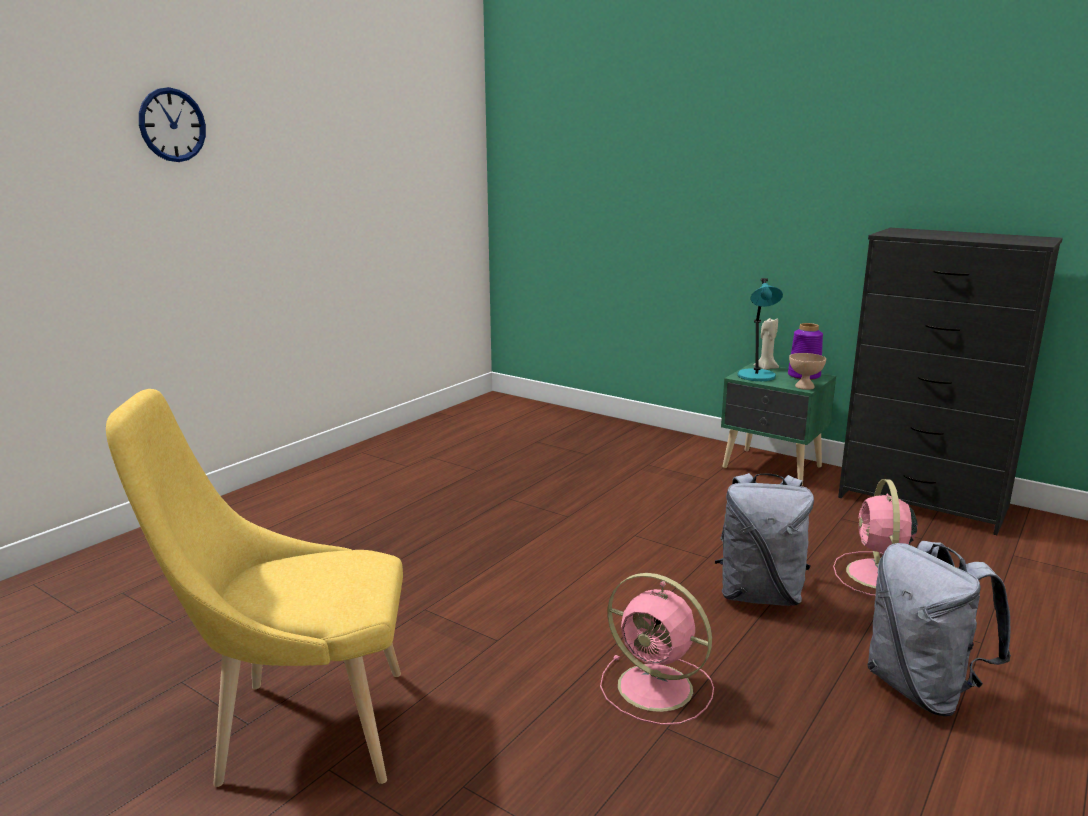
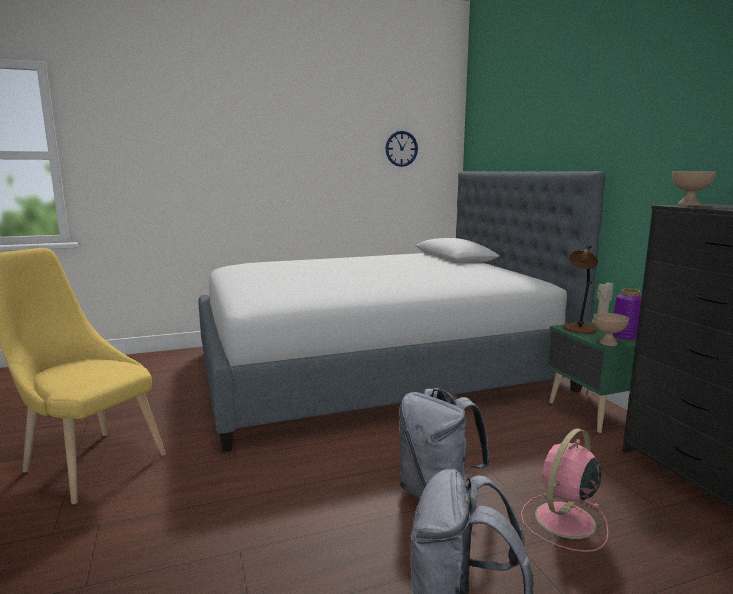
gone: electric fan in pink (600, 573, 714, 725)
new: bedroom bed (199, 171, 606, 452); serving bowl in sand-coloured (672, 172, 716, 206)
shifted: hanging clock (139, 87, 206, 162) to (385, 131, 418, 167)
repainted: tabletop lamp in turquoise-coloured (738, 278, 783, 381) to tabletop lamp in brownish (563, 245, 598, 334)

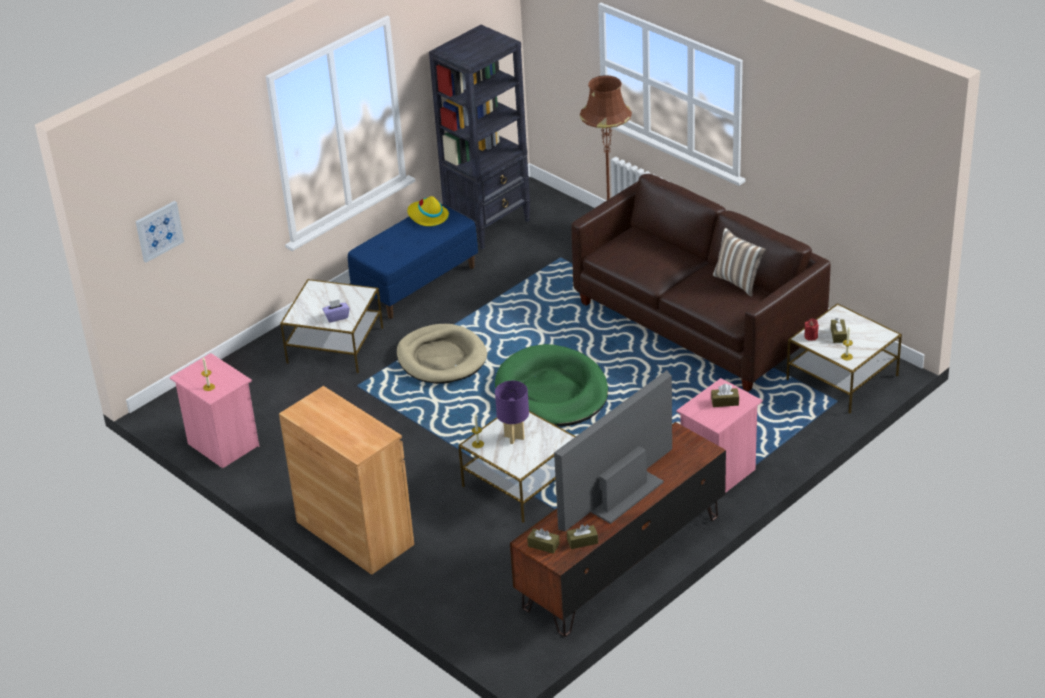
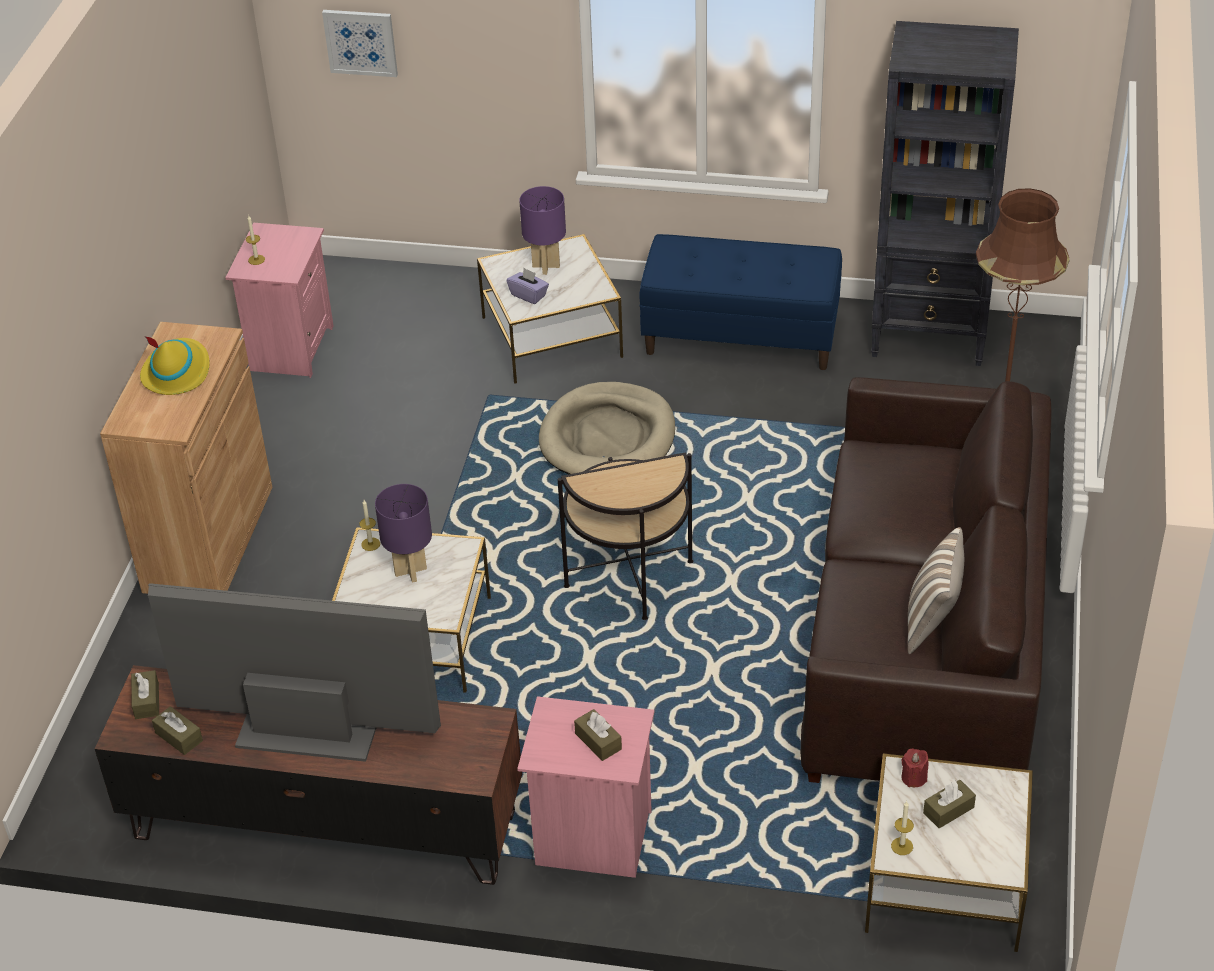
new: tabletop lamp in purple-coloured (519, 186, 566, 275)
shifted: hat in yellow-coloured (407, 196, 449, 226) to (140, 336, 210, 395)
swapped: dog bed in green (495, 344, 608, 426) to end table (558, 452, 693, 620)

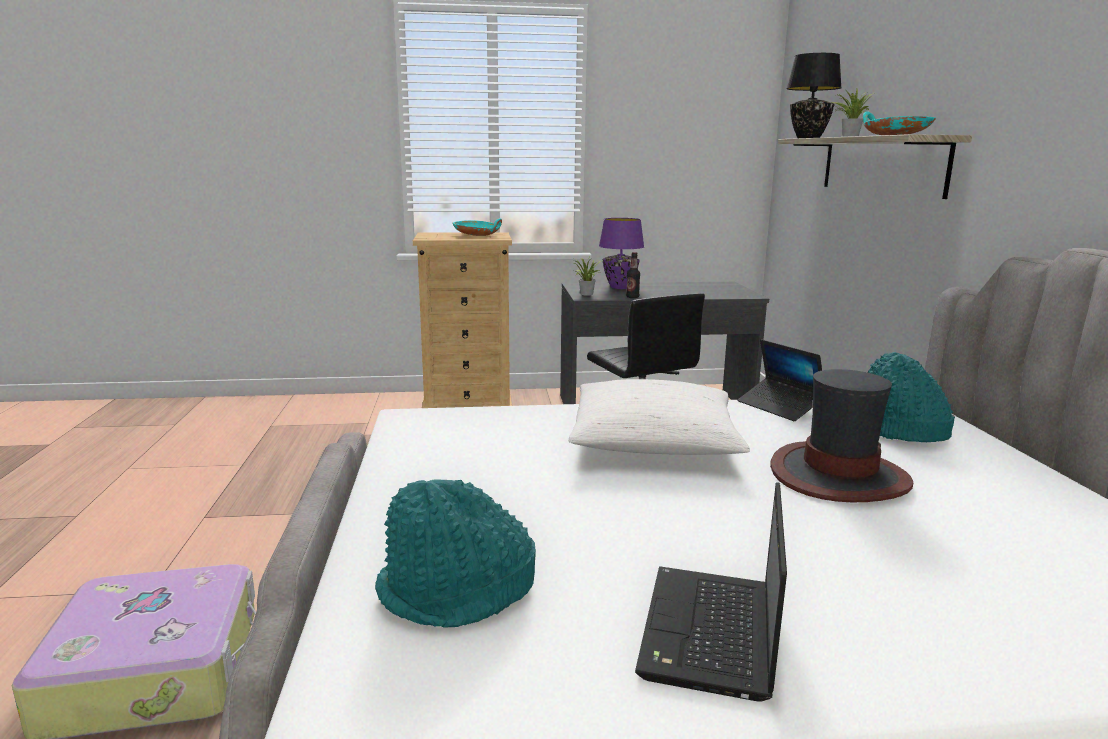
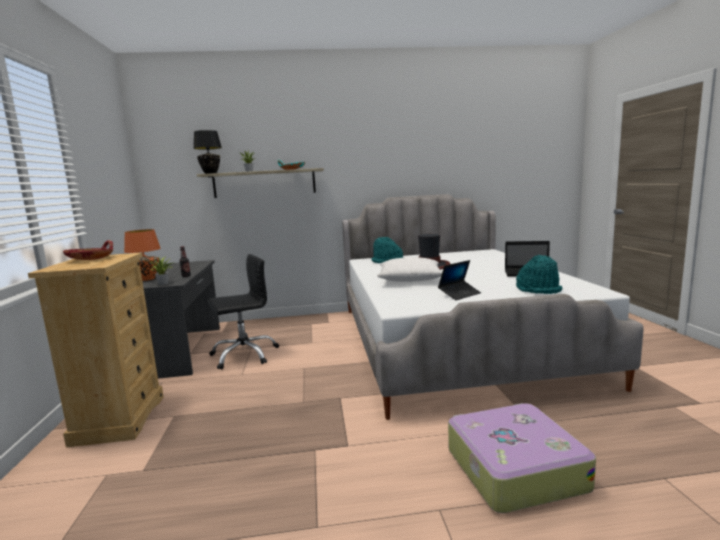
shifted: laptop (737, 339, 822, 421) to (438, 260, 481, 300)
repainted: serving bowl in turquoise-coloured (452, 218, 502, 236) to serving bowl in red-coloured (63, 240, 113, 260); tabletop lamp in purple-coloured (599, 218, 644, 289) to tabletop lamp in orange (124, 229, 161, 281)

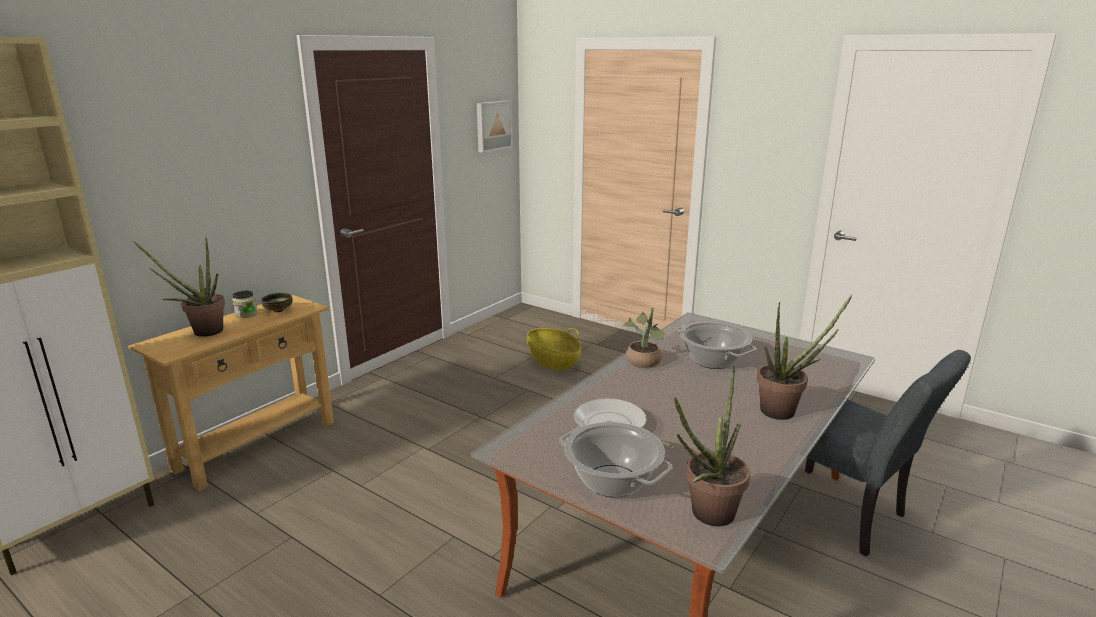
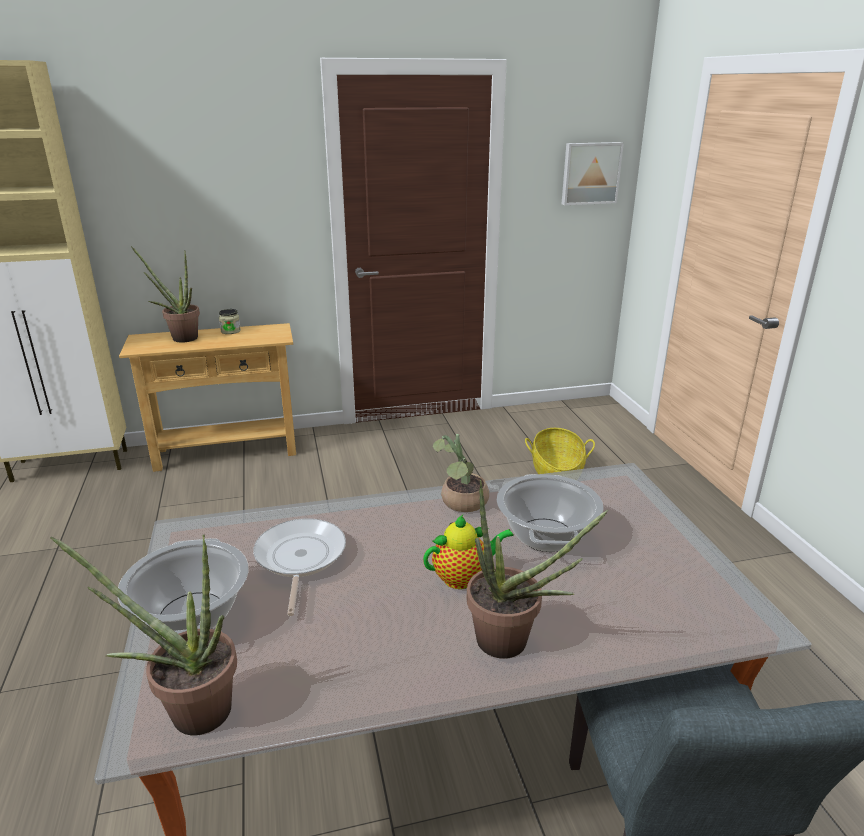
gone: serving bowl (261, 292, 293, 312)
new: pot for tea (423, 515, 514, 589)

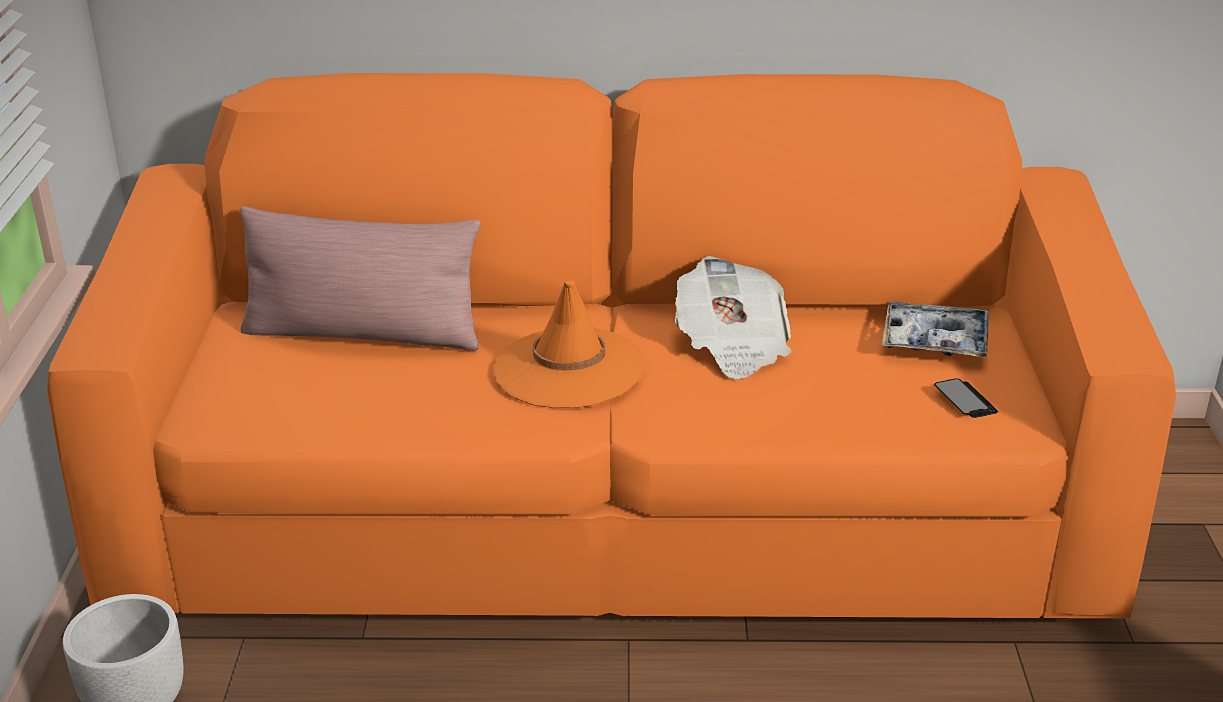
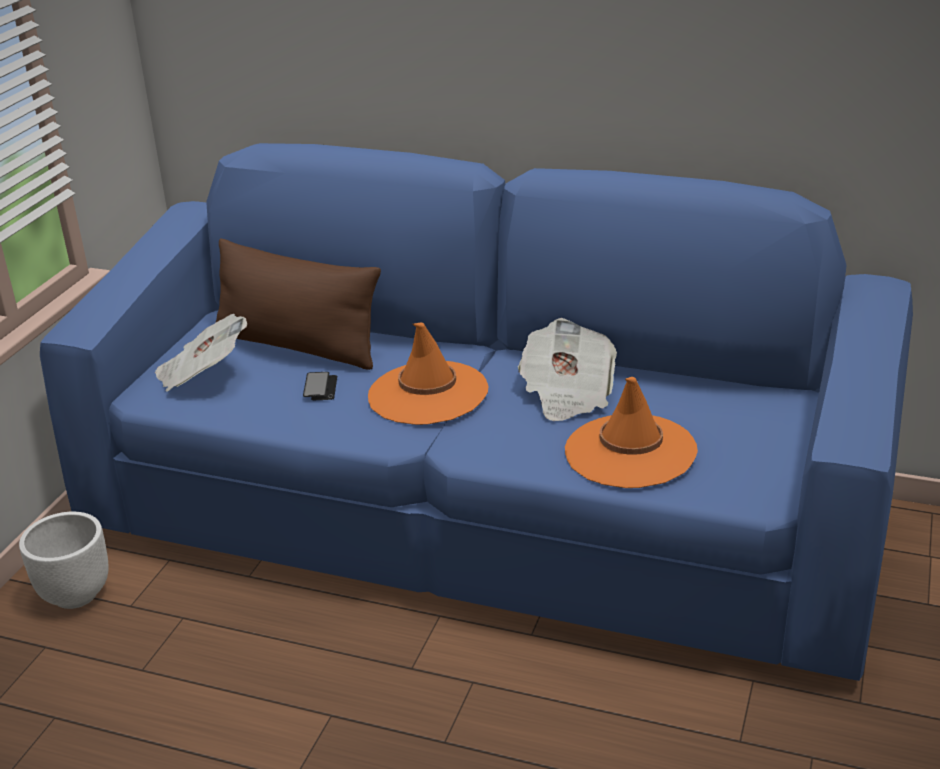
gone: serving tray (882, 302, 989, 358)
new: newspaper (155, 314, 247, 391); hat in orange (565, 377, 698, 488)
shifted: handset (934, 378, 998, 418) to (303, 372, 337, 400)
repainted: sofa in orange (47, 73, 1176, 618) to sofa in blue (40, 143, 913, 681); pillow in pink (240, 206, 480, 351) to pillow in brownish (215, 238, 381, 370)

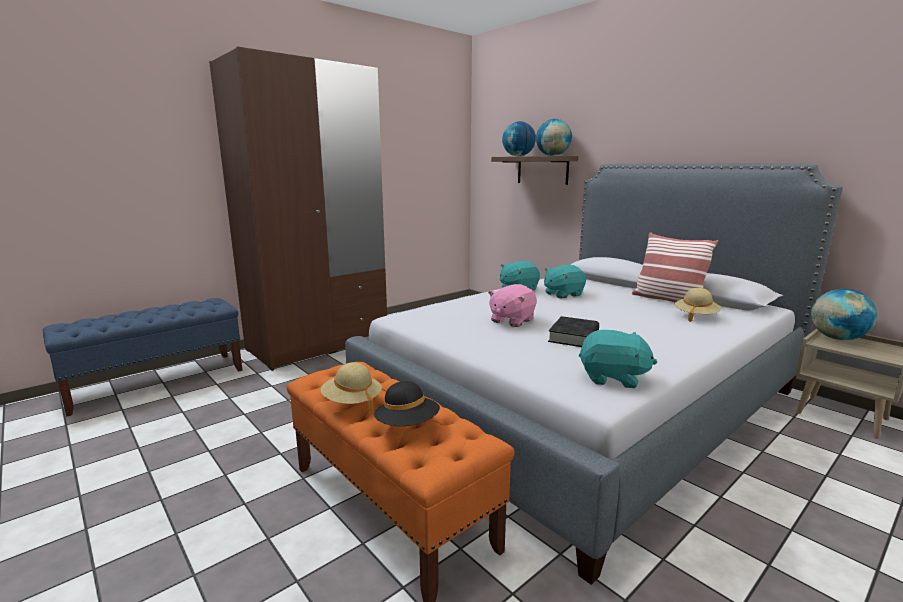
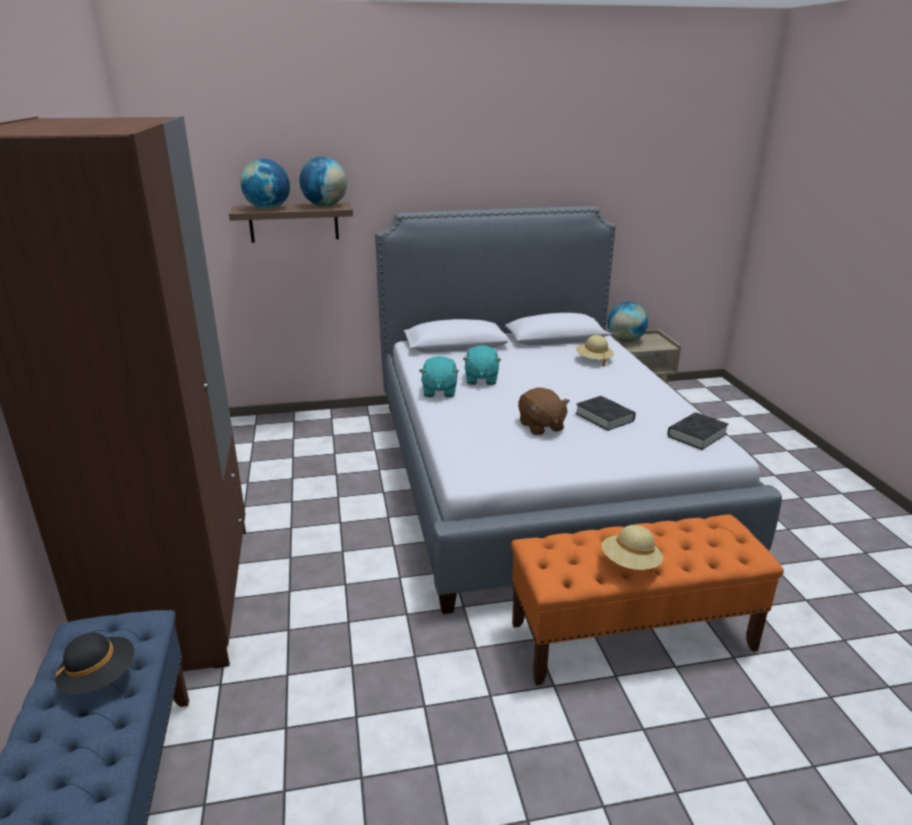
gone: pillow (632, 232, 718, 302)
shifted: hat in black-coloured (374, 381, 440, 426) to (55, 633, 134, 695)
swapped: soft toy in turquoise-coloured (579, 330, 657, 388) to volume in black-coloured (667, 412, 729, 450)
repainted: soft toy in pink (488, 284, 537, 327) to soft toy in brownish (518, 388, 570, 435)

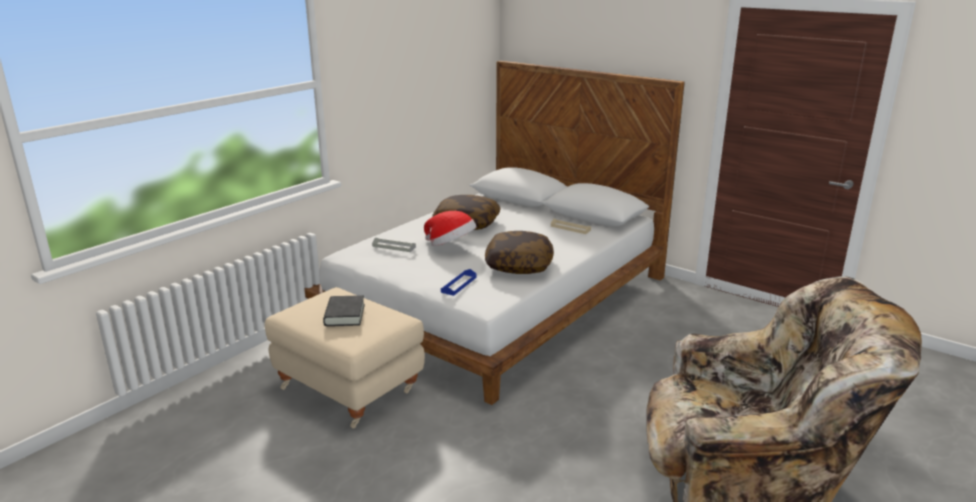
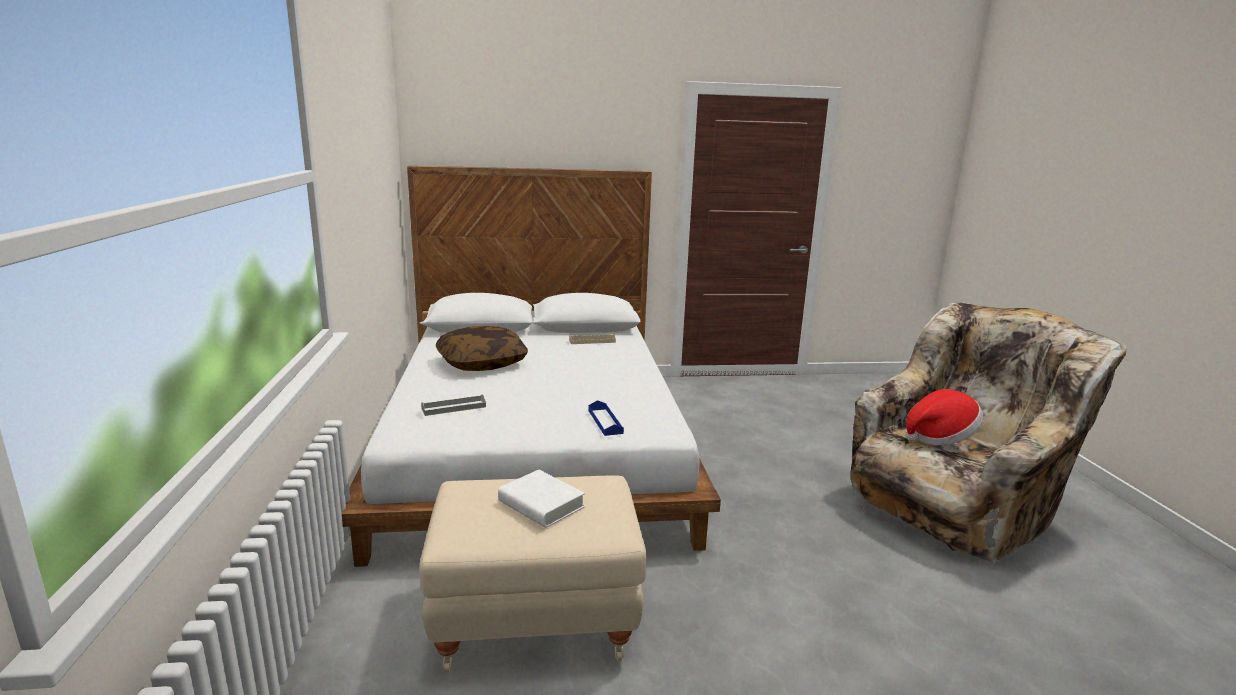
gone: pillow (485, 231, 554, 274)
shifted: hat (424, 211, 476, 246) to (906, 389, 983, 445)
repainted: volume in black-coloured (323, 295, 365, 326) to volume in white-coloured (498, 470, 585, 528)

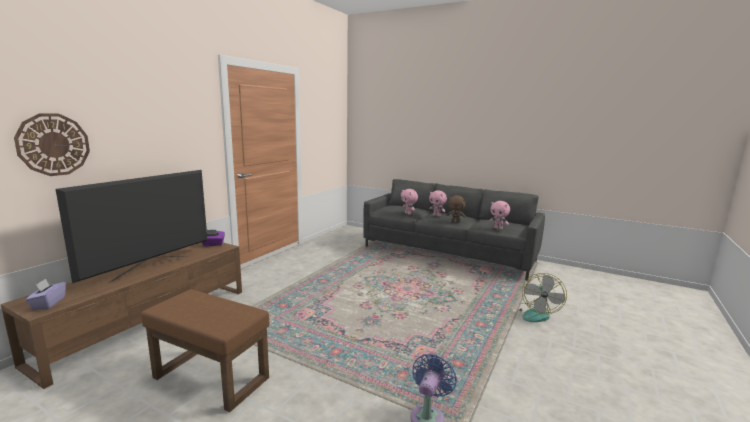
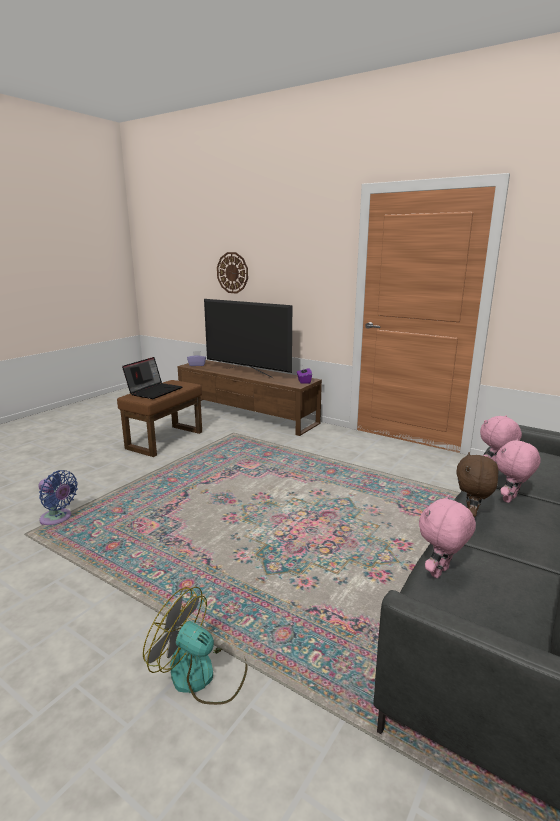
new: laptop (122, 357, 182, 399)

